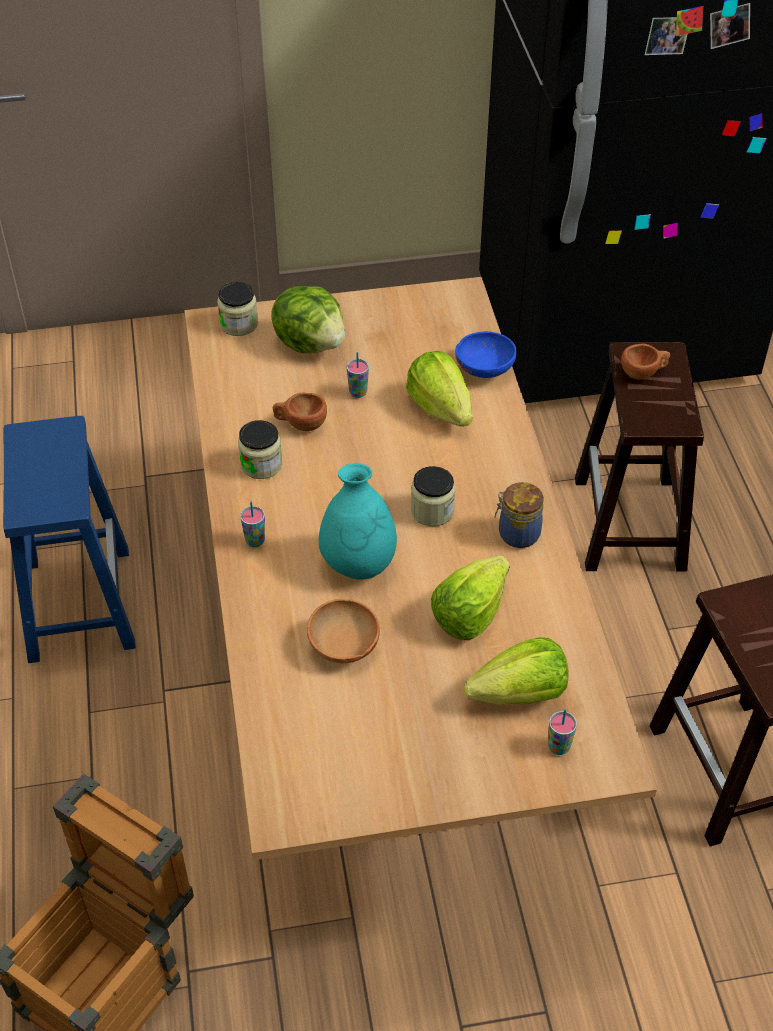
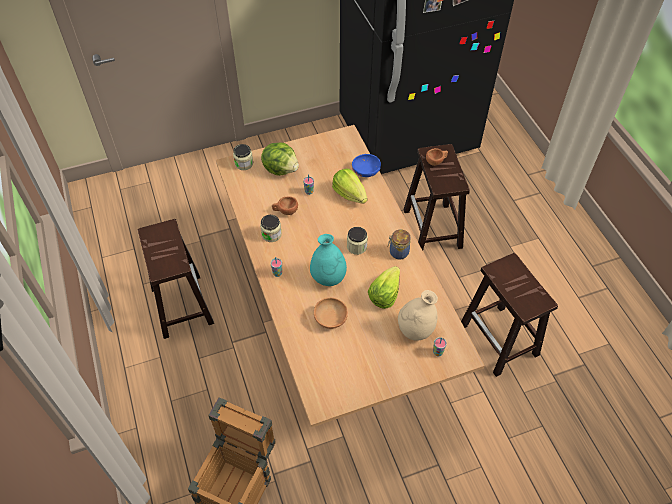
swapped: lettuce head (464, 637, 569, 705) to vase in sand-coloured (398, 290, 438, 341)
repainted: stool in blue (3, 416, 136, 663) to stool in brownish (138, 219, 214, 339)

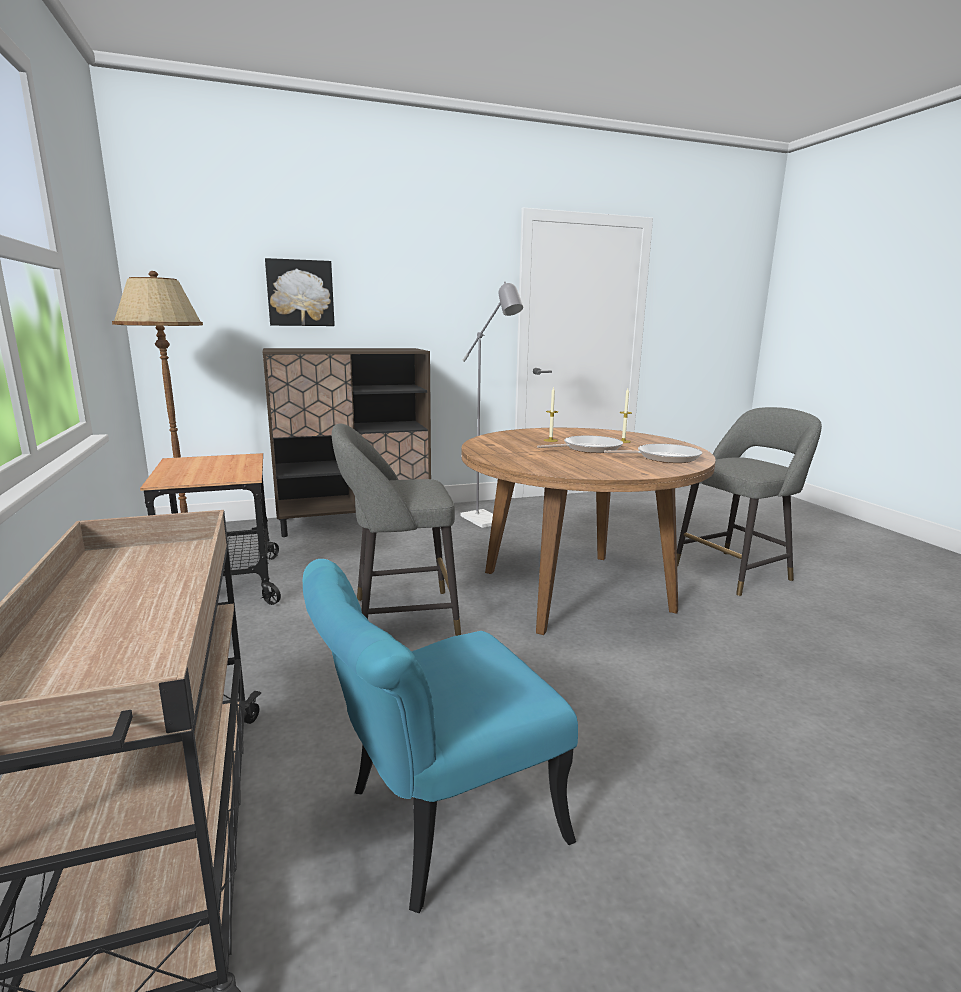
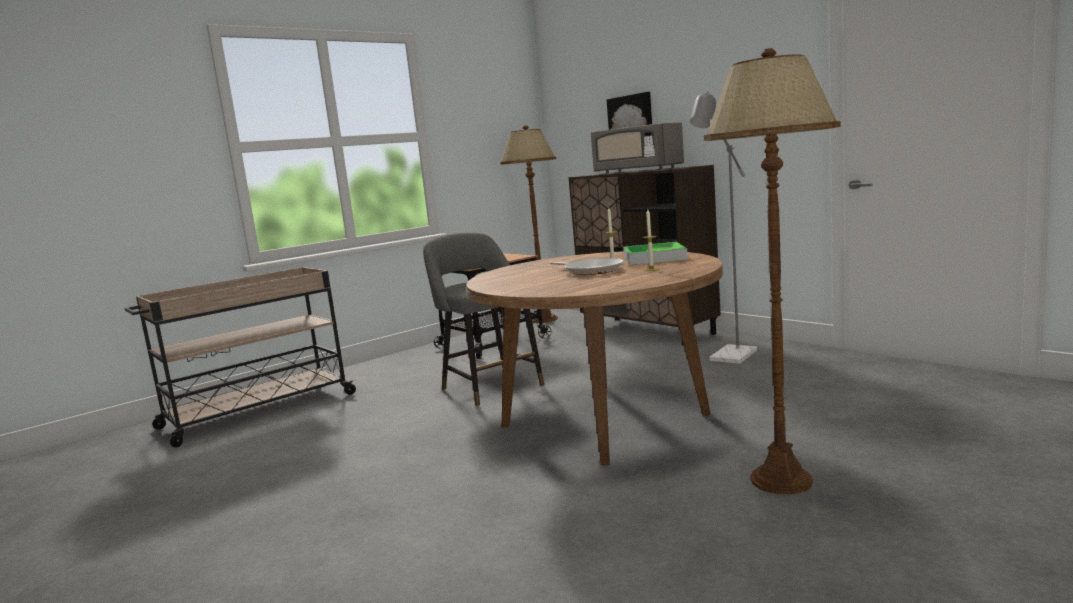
gone: upright chair in turquoise-coloured (303, 559, 578, 913); skillet (604, 444, 702, 463)
new: kitchen microwave in grey (591, 122, 684, 174); serving tray (623, 242, 688, 265)
swapped: stool in grey (677, 407, 822, 596) to standing lamp in brownish (704, 48, 841, 494)

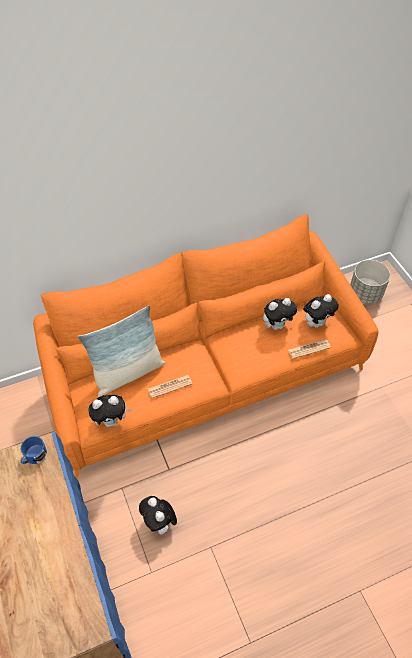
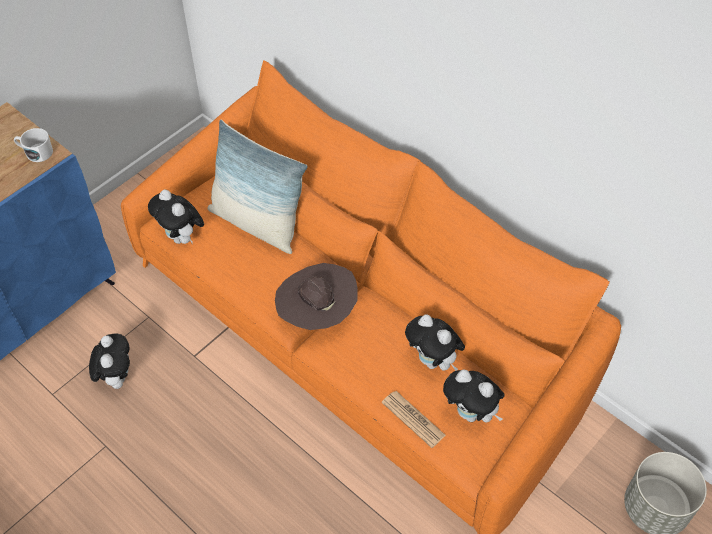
gone: newspaper (148, 375, 192, 398)
new: hat in brownish (275, 263, 358, 330)
repainted: tea mug in blue (21, 436, 47, 464) to tea mug in white-coloured (14, 128, 53, 162)
rotated: soft toy (139, 496, 177, 538) = (89, 333, 130, 389) 135 degrees clockwise

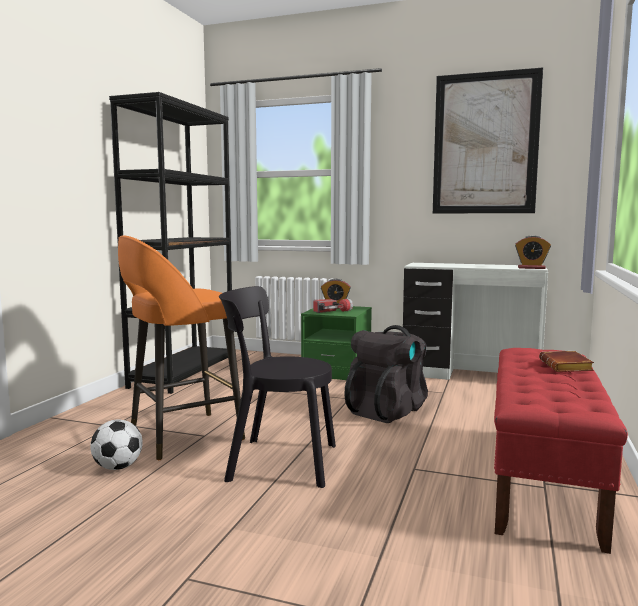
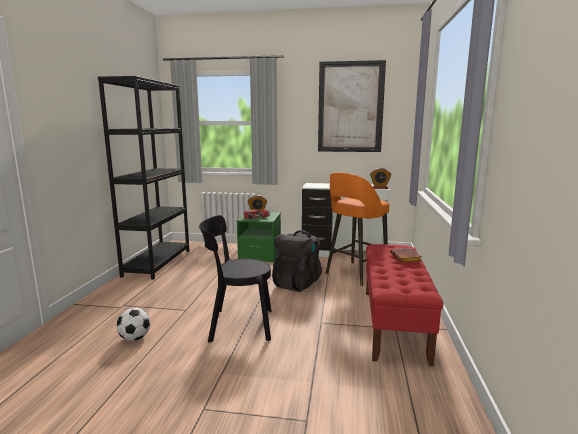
shifted: stool in orange (118, 235, 245, 460) to (325, 172, 389, 286)

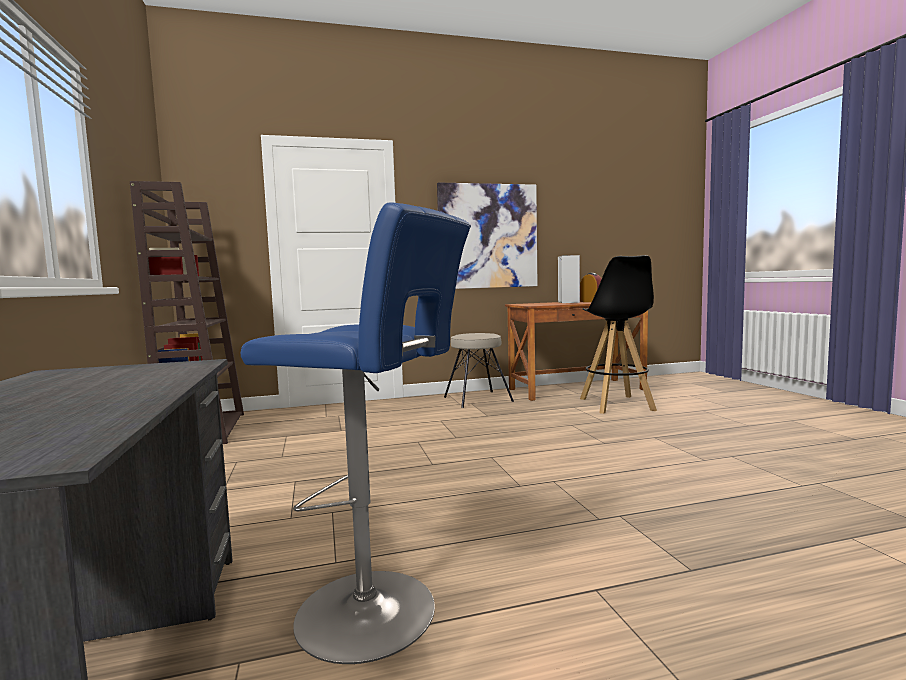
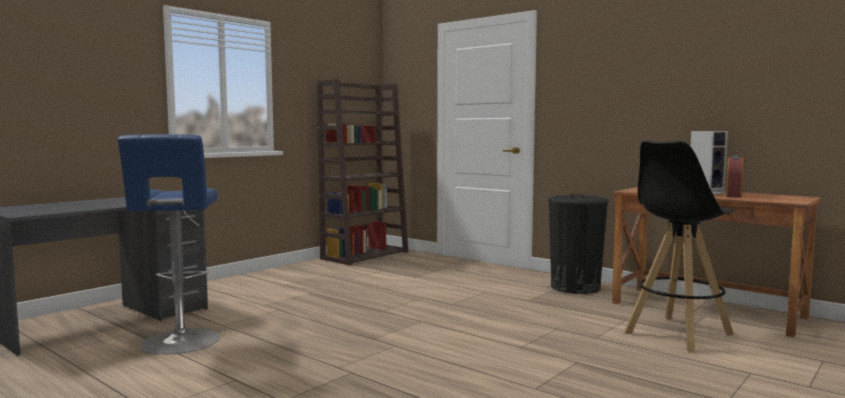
gone: wall art (437, 182, 538, 289)
swapped: stool in sand-coloured (444, 333, 514, 408) to rubbish bin in black-coloured (548, 194, 609, 294)

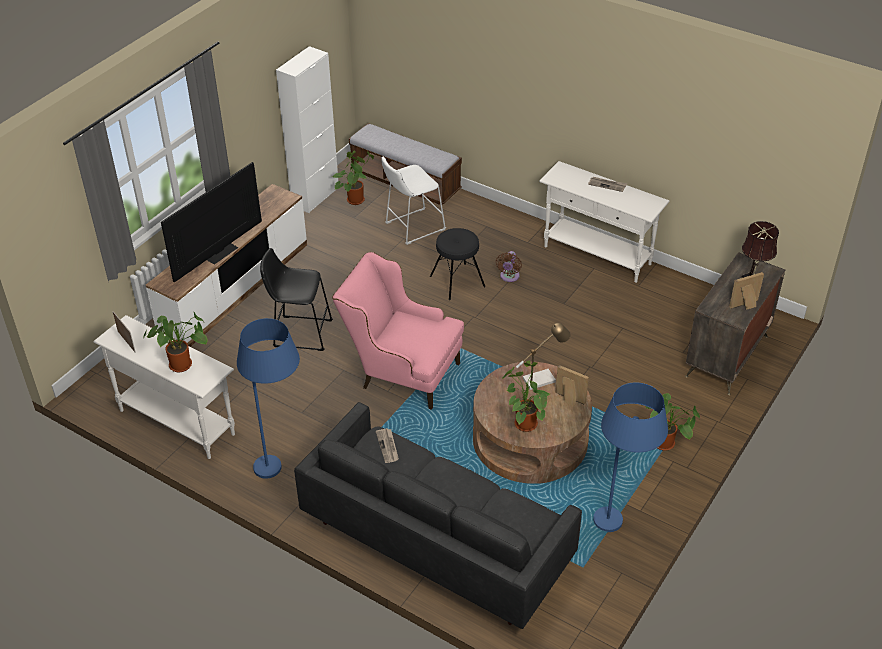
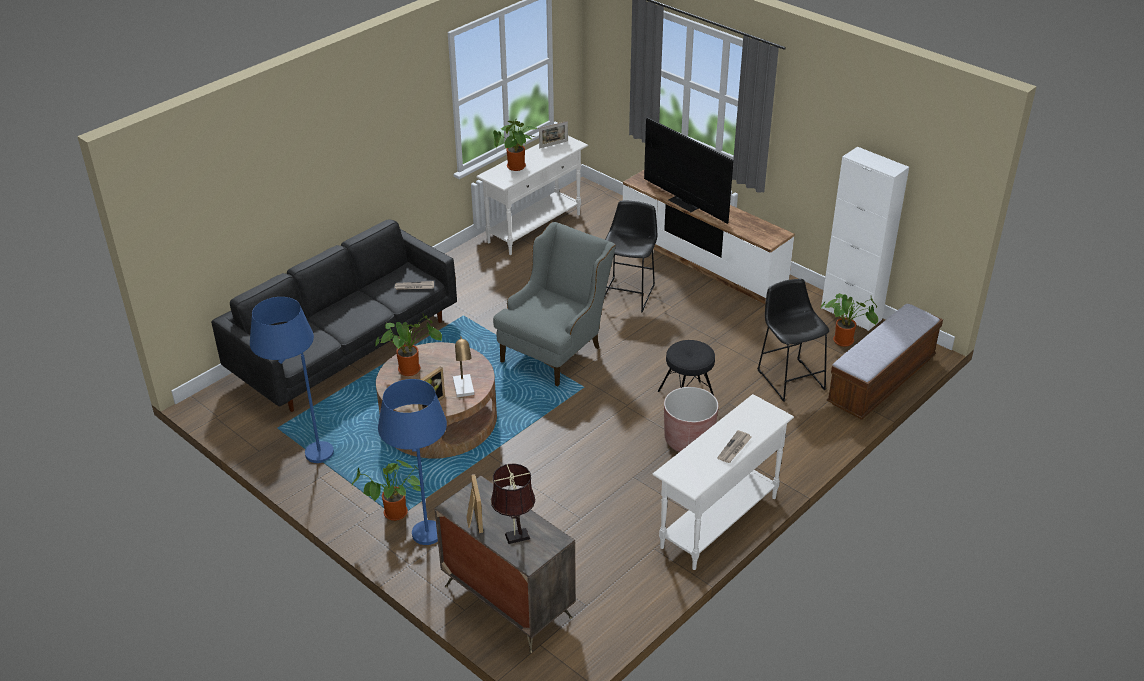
shifted: standing lamp in blue (237, 318, 300, 479) to (378, 379, 447, 545)
swapped: electric fan in brownish (496, 251, 522, 282) to plant pot in brownish (664, 387, 719, 452)
repainted: easy chair in pink (332, 252, 464, 410) to easy chair in grey (493, 222, 616, 386); stool in white-coloured (381, 157, 446, 245) to stool in black-coloured (757, 279, 829, 402)

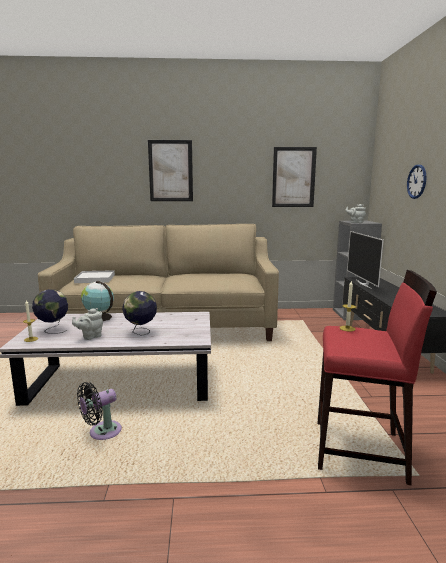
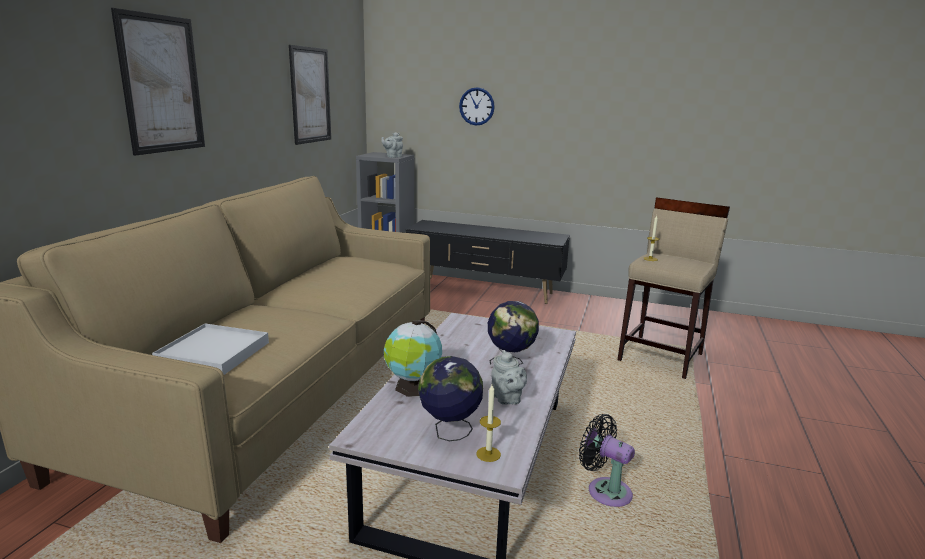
gone: TV set (347, 231, 384, 289)
repainted: stool in red-coloured (318, 270, 437, 485) to stool in sand-coloured (618, 197, 730, 379)
rotated: electric fan in black-coloured (77, 382, 122, 440) = (579, 414, 635, 507) 150 degrees clockwise

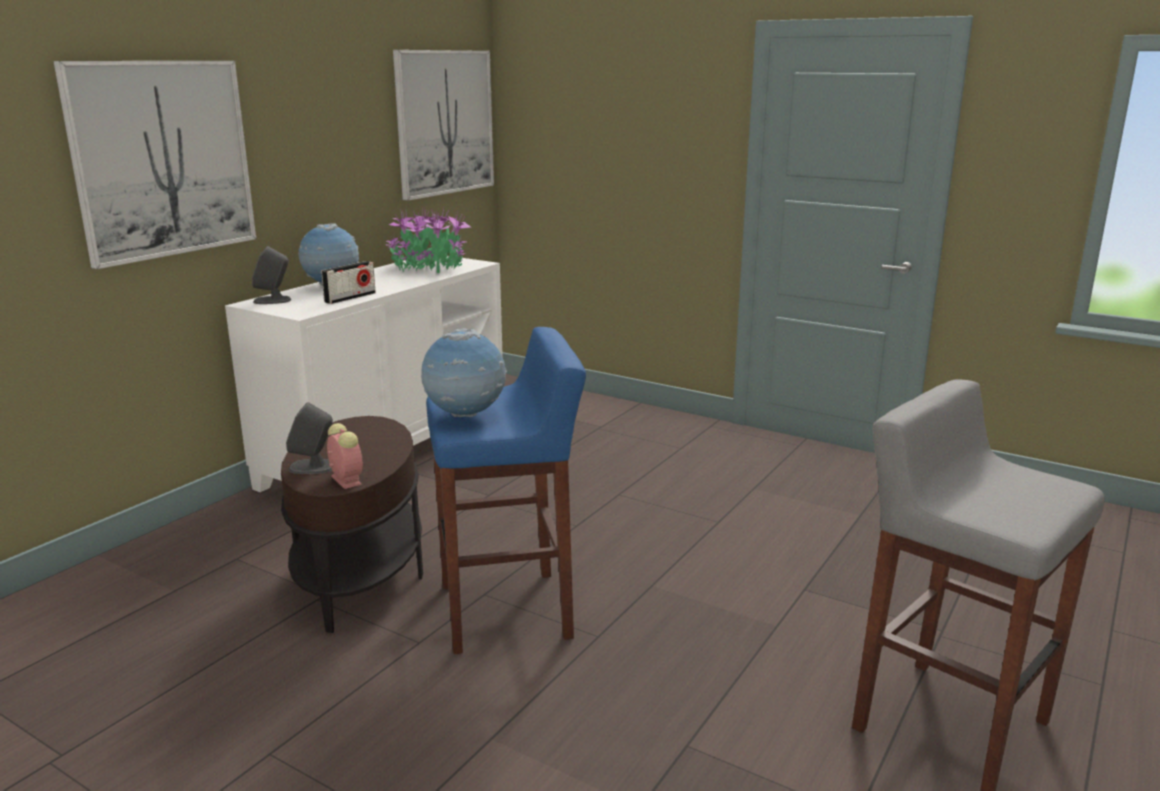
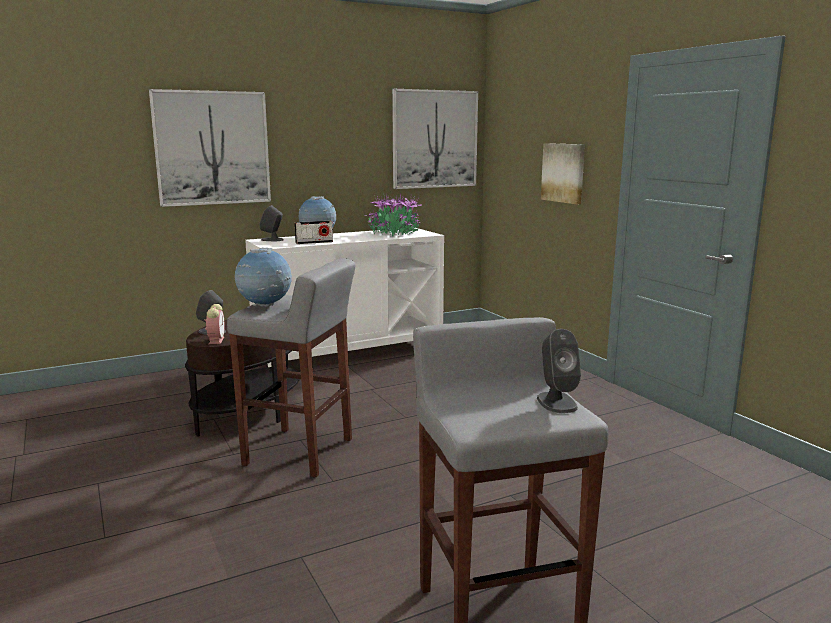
new: speaker in grey (537, 329, 581, 413); wall art (541, 143, 585, 204)
repainted: stool in blue (426, 327, 586, 654) to stool in grey (227, 258, 355, 477)

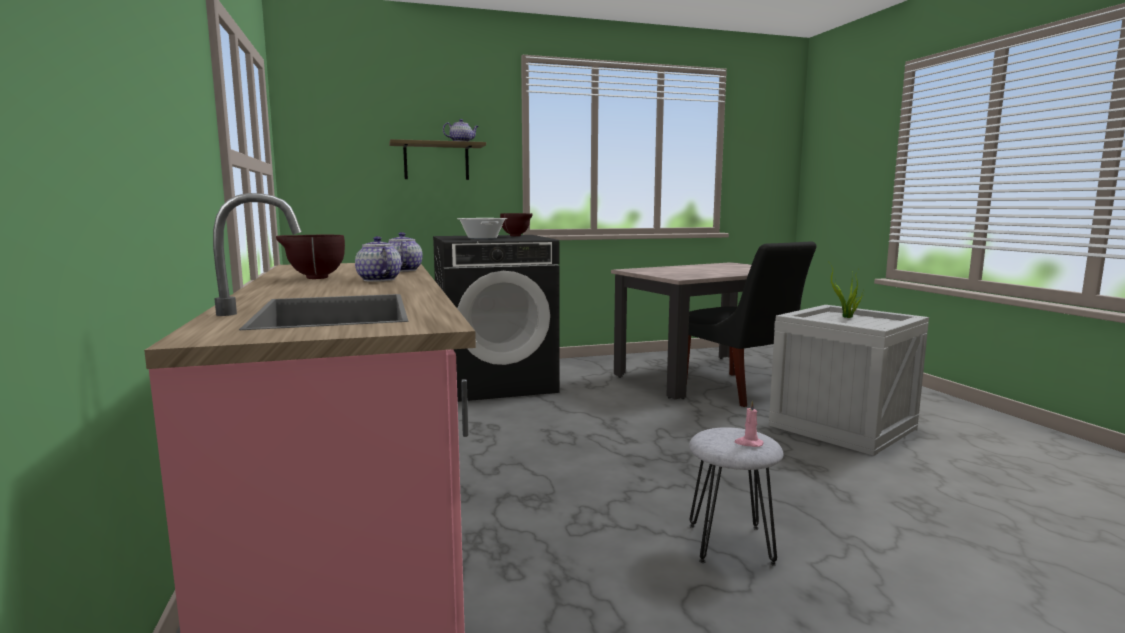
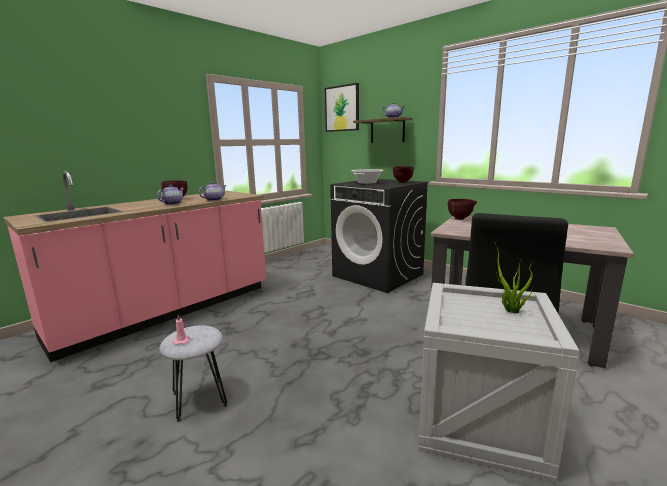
new: wall art (325, 83, 359, 132); serving bowl in brownish (448, 199, 477, 220)

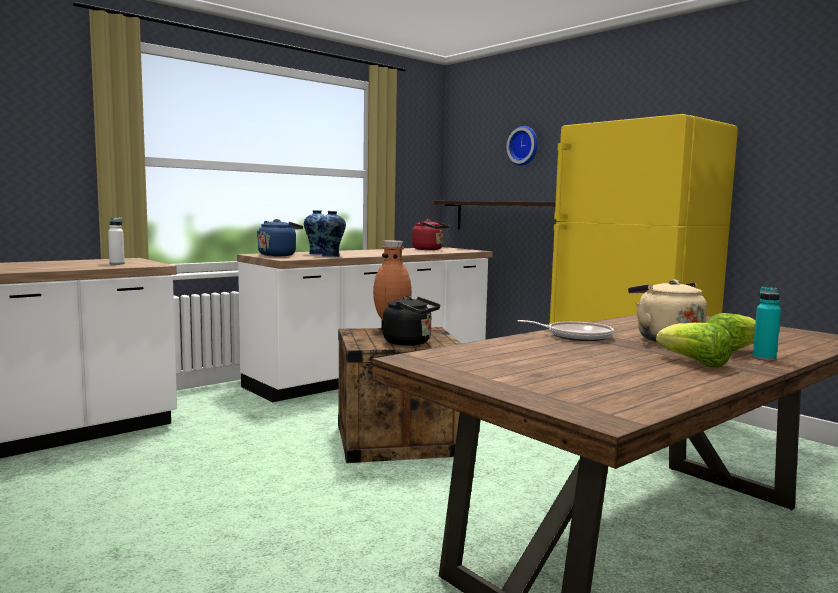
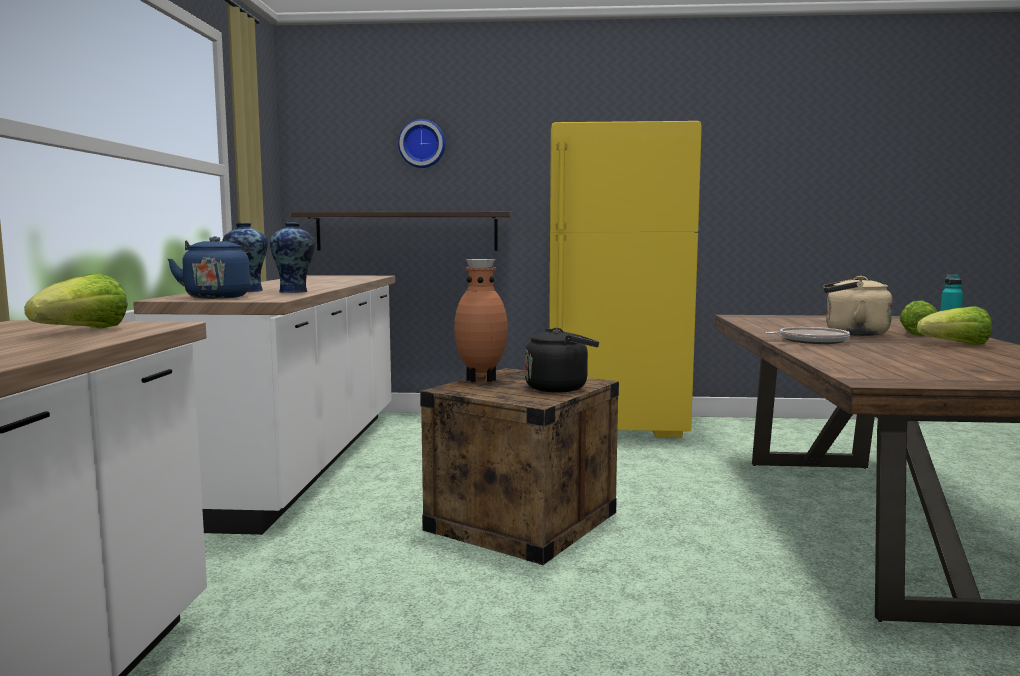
gone: tea kettle in red-coloured (412, 219, 449, 250)
swapped: drink bottle in white-coloured (108, 217, 125, 265) to lettuce head (24, 273, 128, 329)

